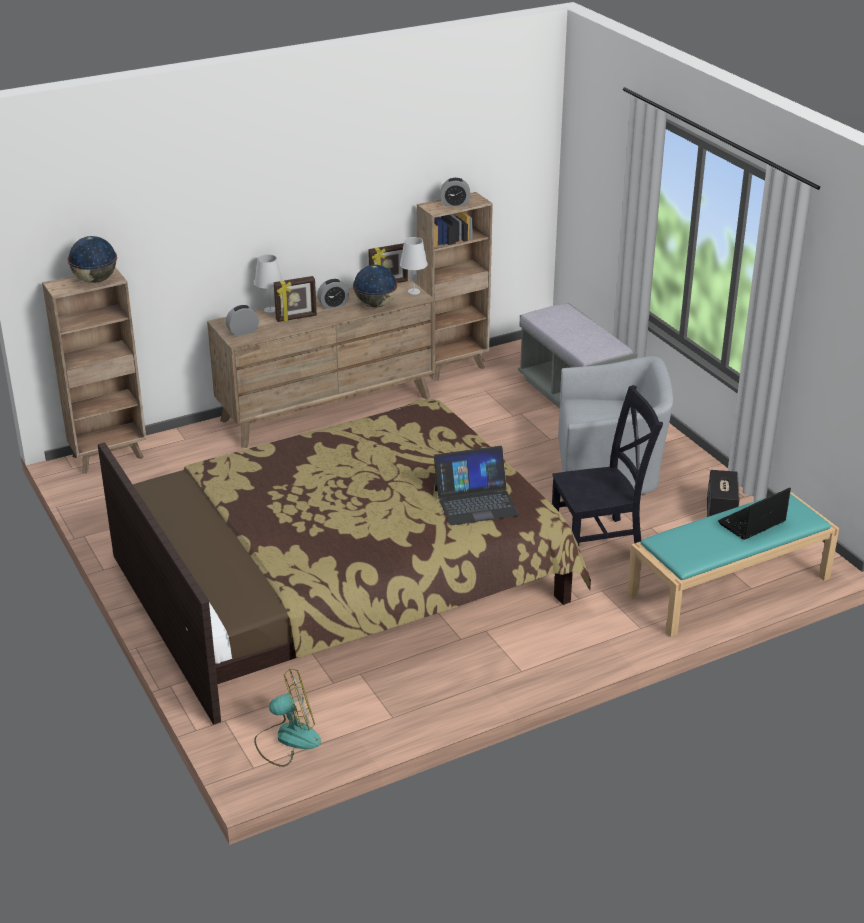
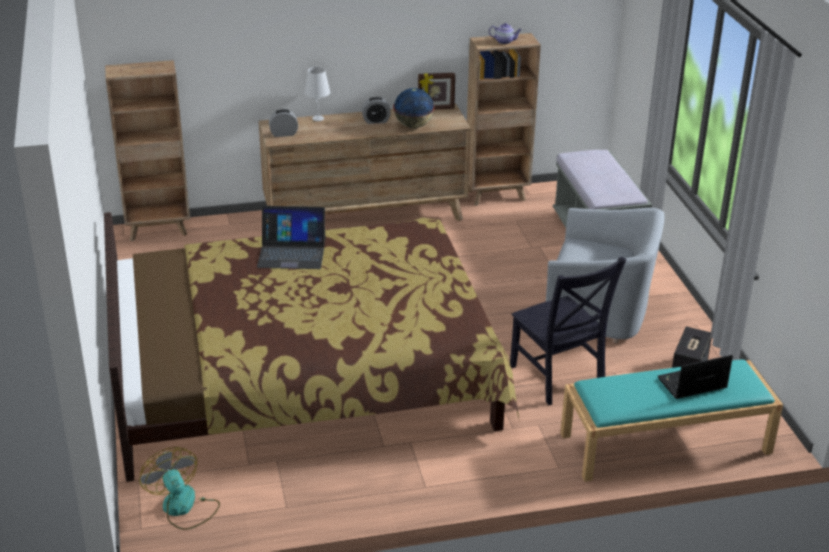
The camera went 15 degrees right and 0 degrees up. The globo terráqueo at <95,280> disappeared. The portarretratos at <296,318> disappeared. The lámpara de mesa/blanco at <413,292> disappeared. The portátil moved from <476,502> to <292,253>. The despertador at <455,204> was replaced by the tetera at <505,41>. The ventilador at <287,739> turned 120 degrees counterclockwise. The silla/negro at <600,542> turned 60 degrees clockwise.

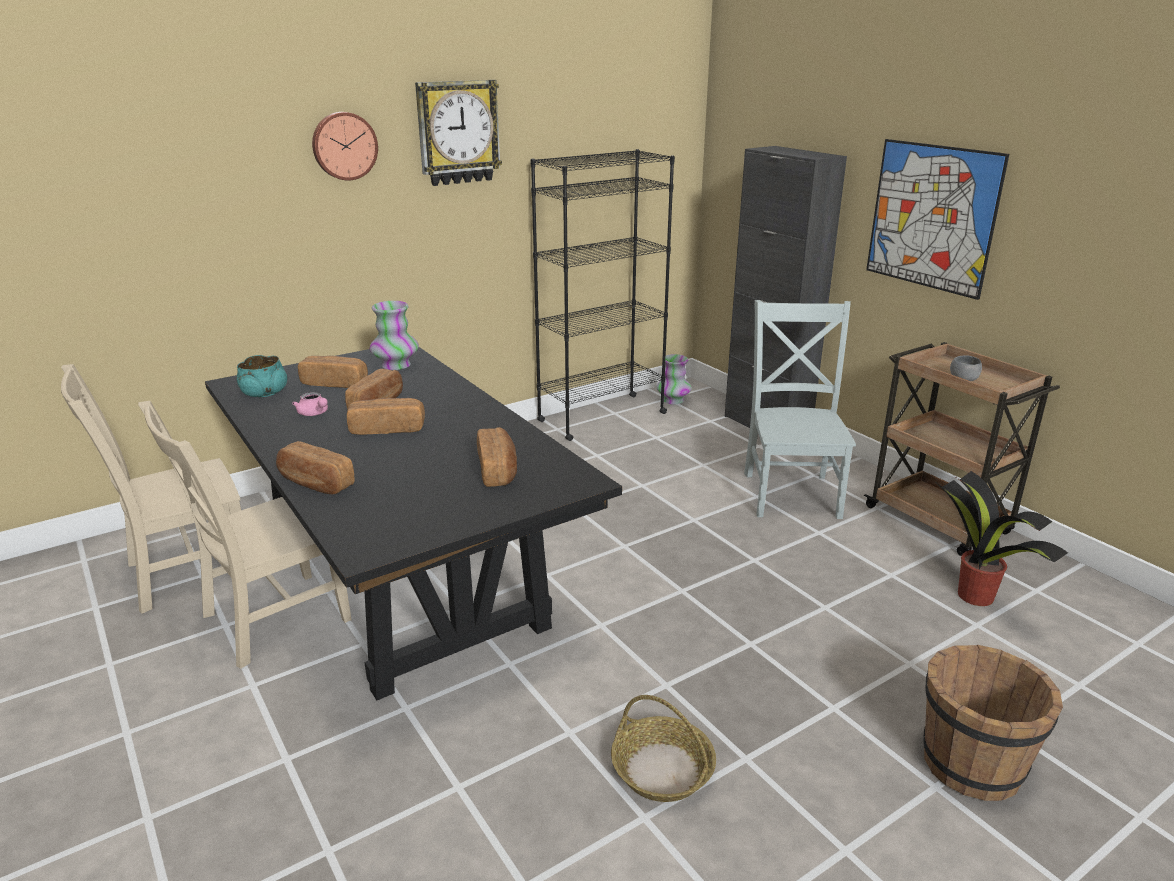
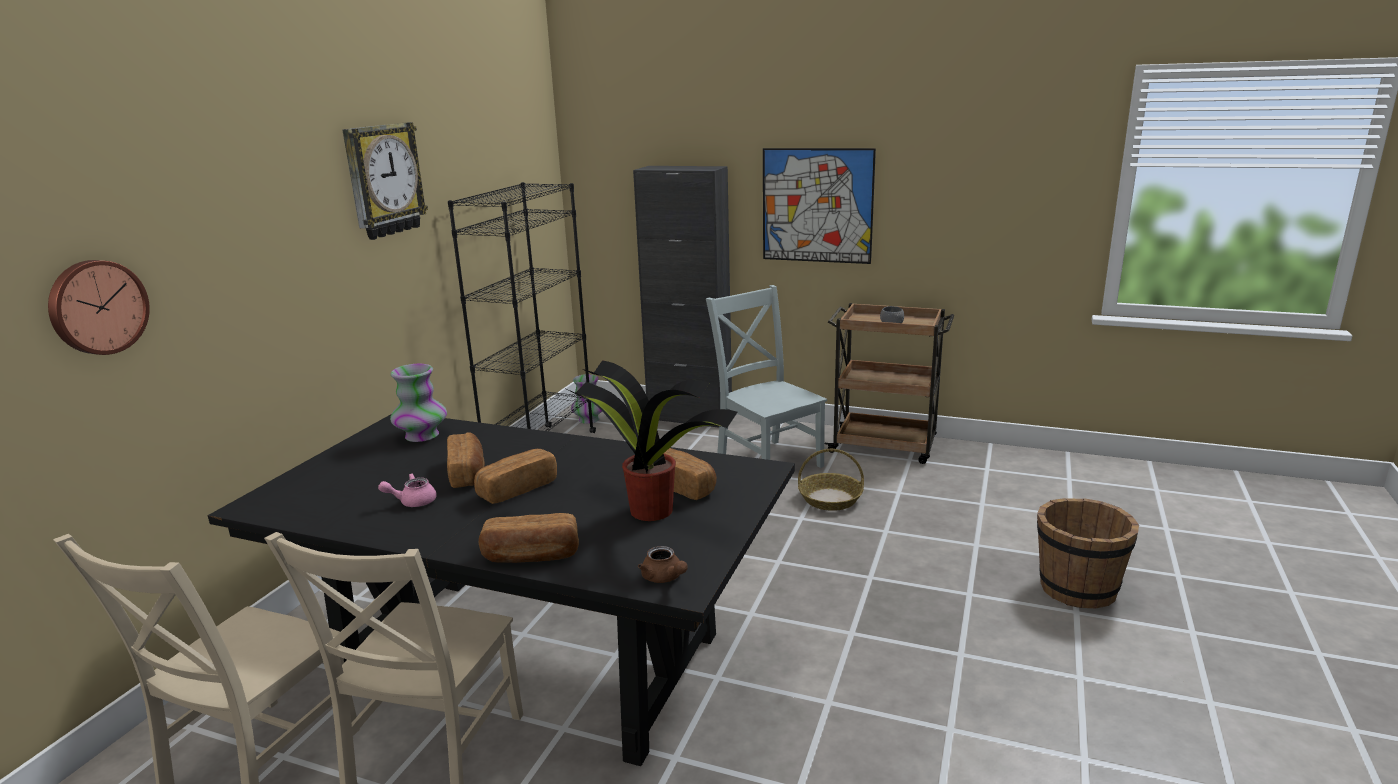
The camera went 35 degrees left and 5 degrees down. The cuenco/turquesa at <264,393> disappeared. The pan at <335,383> disappeared. The tetera/marrón at <664,578> appeared. The reloj de pared moved from <344,146> to <97,307>. The cesta moved from <661,770> to <829,499>. The planta en maceta moved from <974,594> to <649,509>. The tetera/rosa at <314,414> turned 150 degrees clockwise.

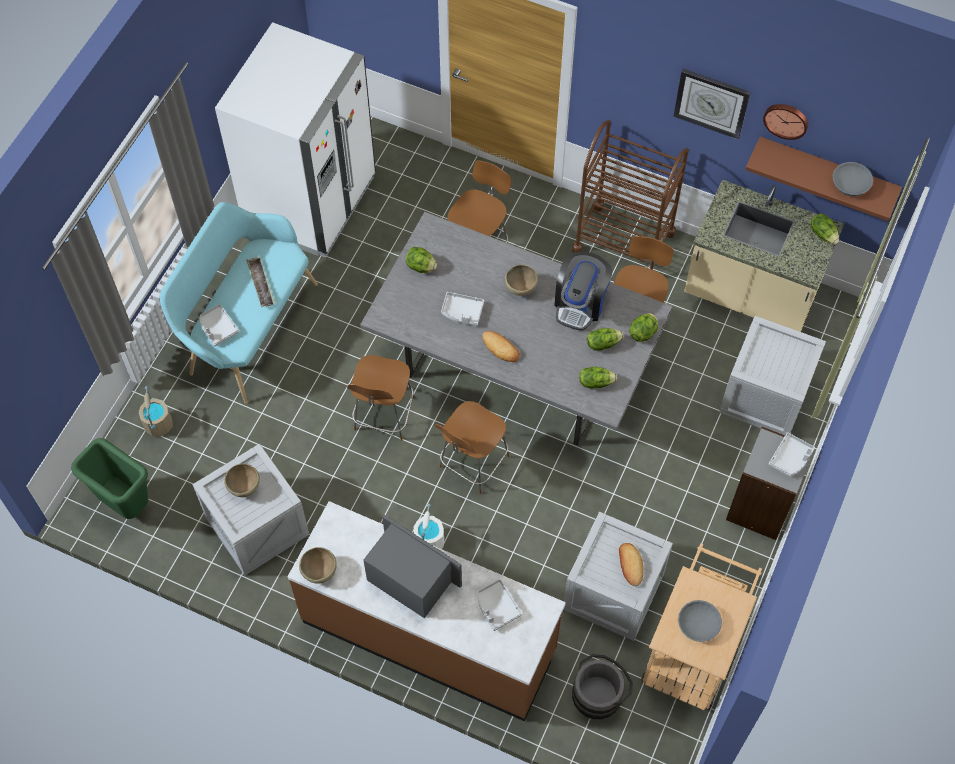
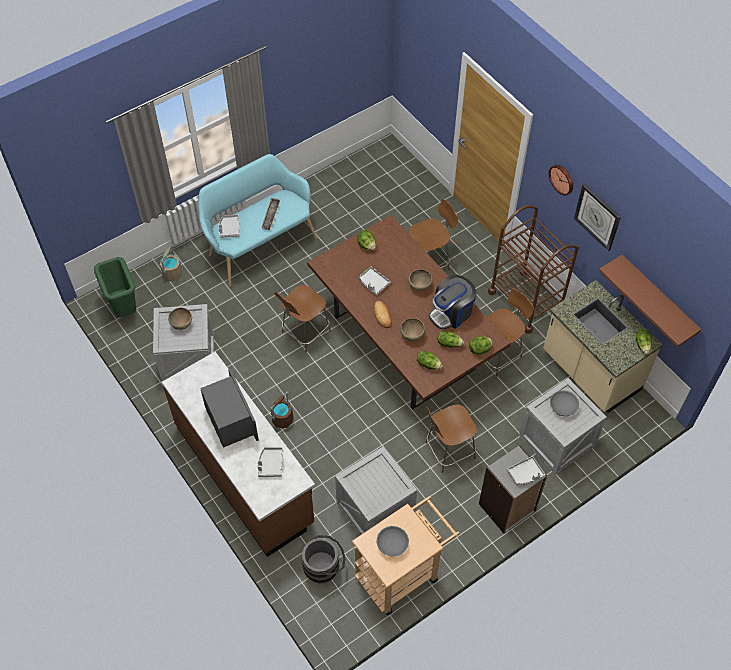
The camera went 30 degrees right and 5 degrees down. The nevera/blanco at <310,202> disappeared. The pan at <630,565> disappeared. The cuenco/marrón moved from <319,571> to <412,335>. The taburete/marrón moved from <472,463> to <448,451>. The reloj de pared moved from <786,120> to <562,179>. The cuenco/gris moved from <850,184> to <563,406>. The mesa de comedor/gris at <515,368> became the mesa de comedor/marrón at <404,344>. The cubo/blanco at <429,540> became the cubo/marrón at <282,419>.

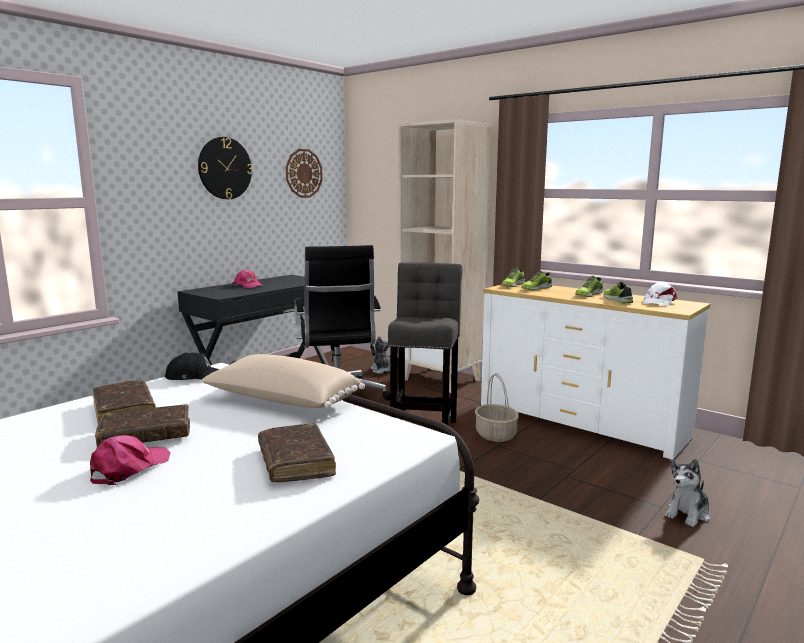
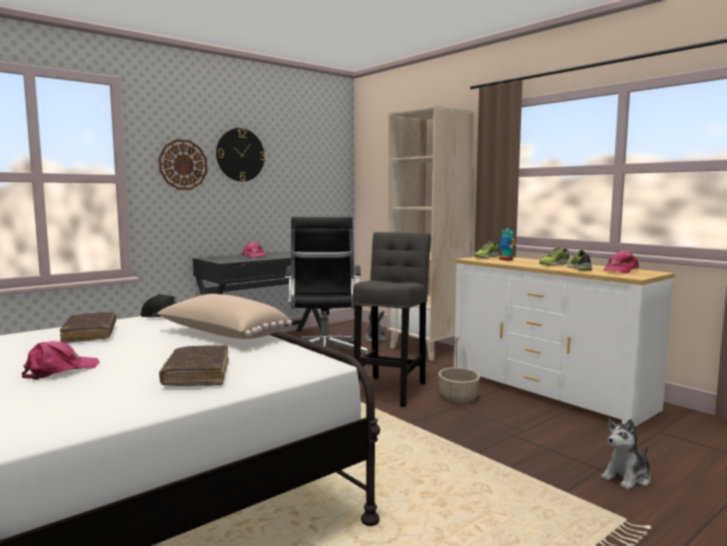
The camera went 10 degrees right and 5 degrees down. The libro/marrón at <146,435> disappeared. The reloj de pared moved from <303,173> to <183,164>. The zapato at <536,288> was replaced by the robot de juguete at <506,259>. The gorra/blanco at <658,302> became the gorra/rosa at <620,270>.

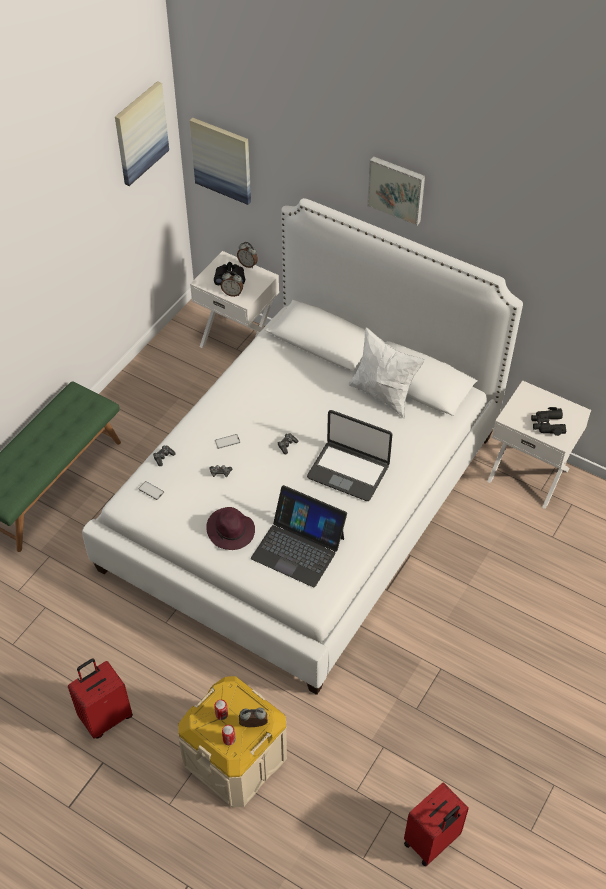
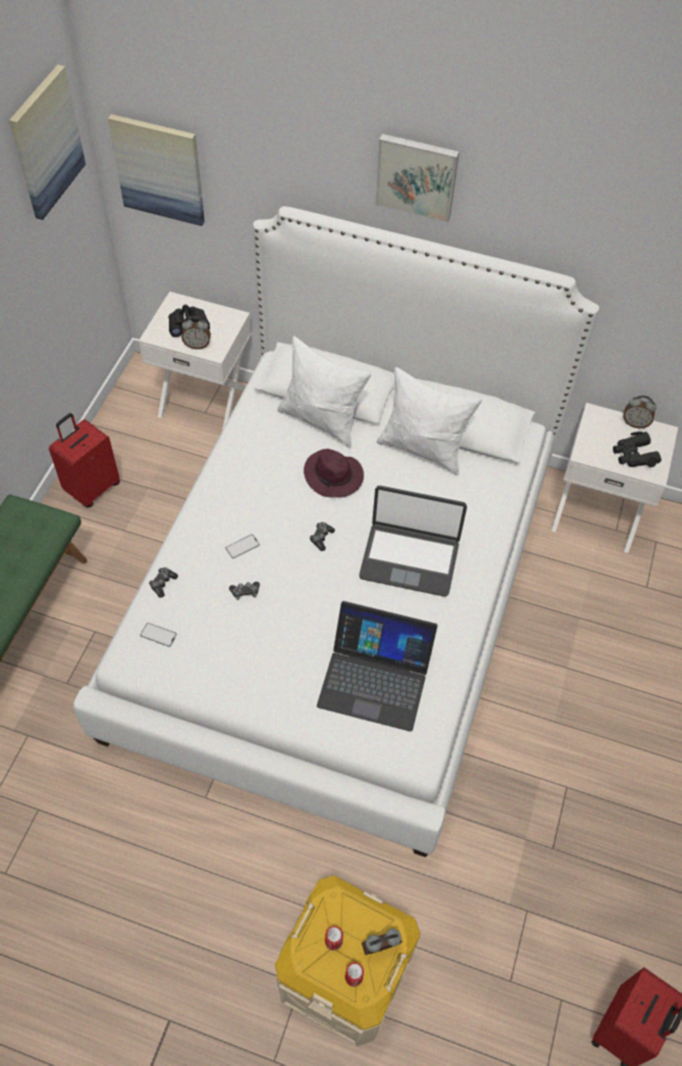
The camera went 15 degrees left and 5 degrees up. The cojín/blanco at <321,420> appeared. The maleta/rojo moved from <106,717> to <92,488>. The sombrero/morado moved from <231,531> to <334,476>. The despertador moved from <248,264> to <635,423>.

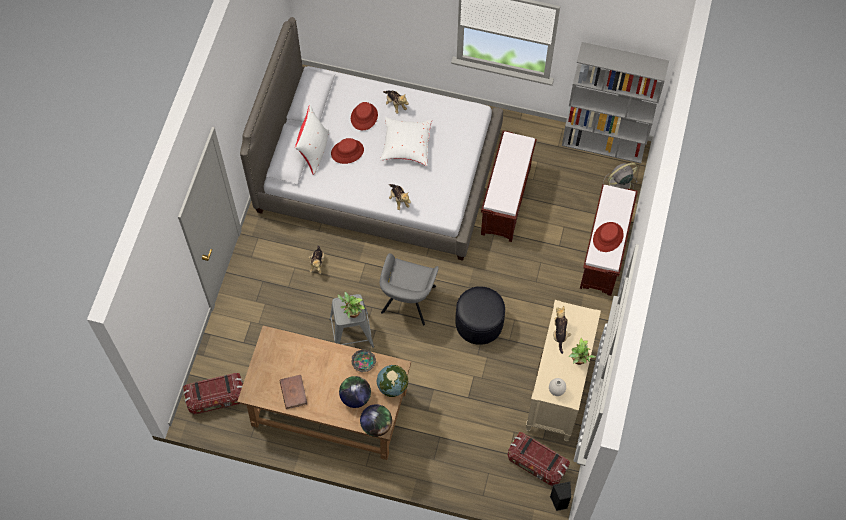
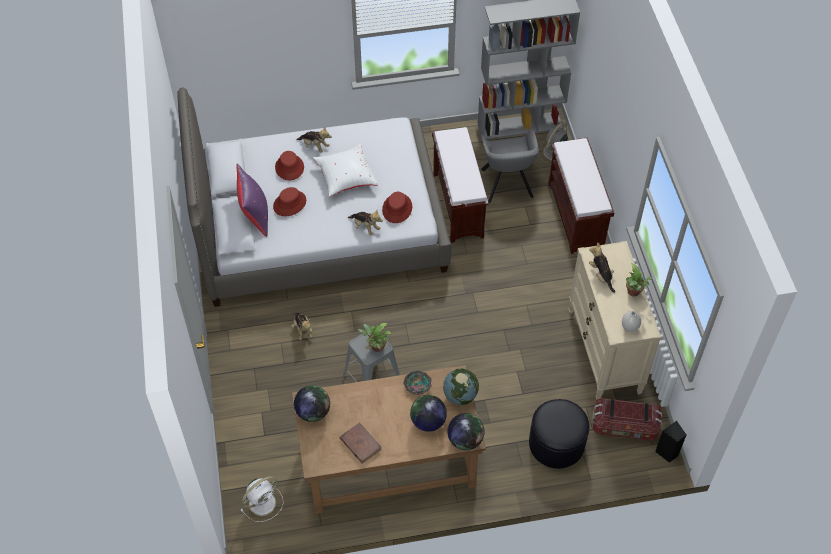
The camera went 25 degrees left and 10 degrees down. The globo terráqueo at <313,412> appeared. The sillón/gris moved from <407,302> to <506,185>. The puf/negro moved from <479,323> to <556,444>. The sombrero/rojo moved from <608,237> to <397,208>. The caja de almacenaje at <216,398> was replaced by the ventilador/blanco at <263,502>. The cojín/blanco at <314,151> became the cojín/morado at <255,215>.

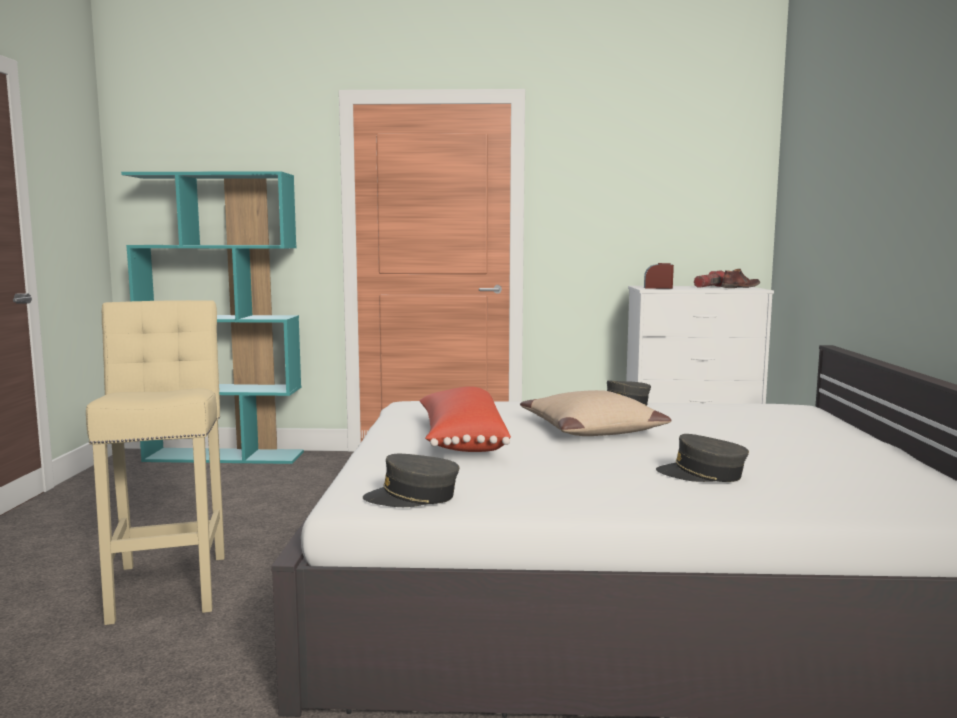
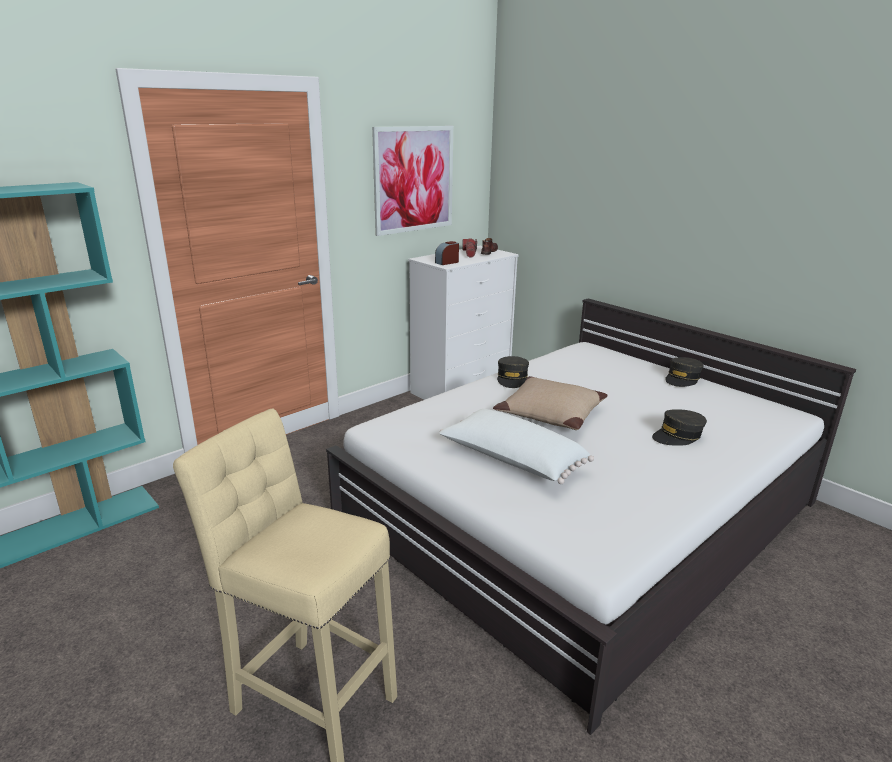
The camera went 45 degrees left and 15 degrees up. The cuadro at <414,179> appeared. The gorra/gris moved from <413,497> to <682,379>. The cojín/rojo at <461,441> became the cojín/blanco at <511,461>.

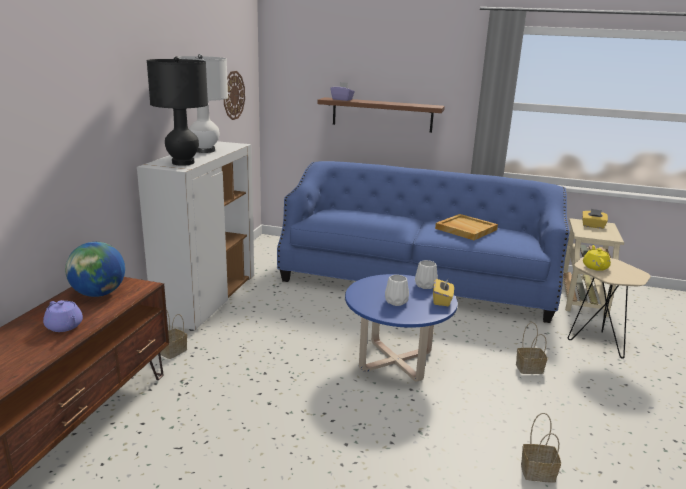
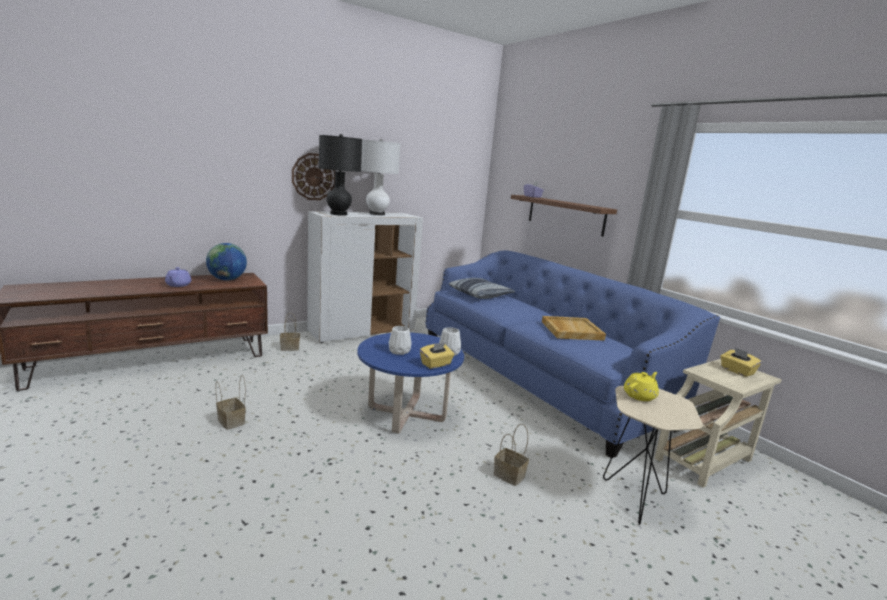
The camera went 40 degrees right and 5 degrees down. The cojín at <480,294> appeared. The reloj de pared moved from <233,95> to <314,177>. The cesta moved from <539,472> to <232,422>.

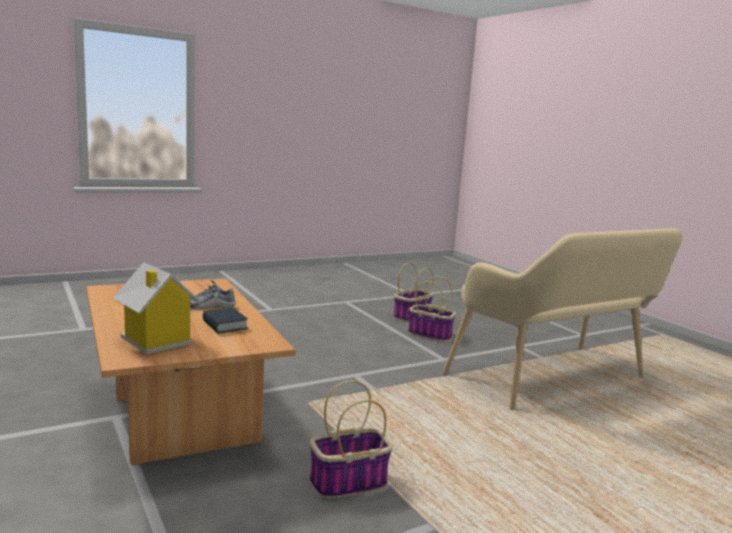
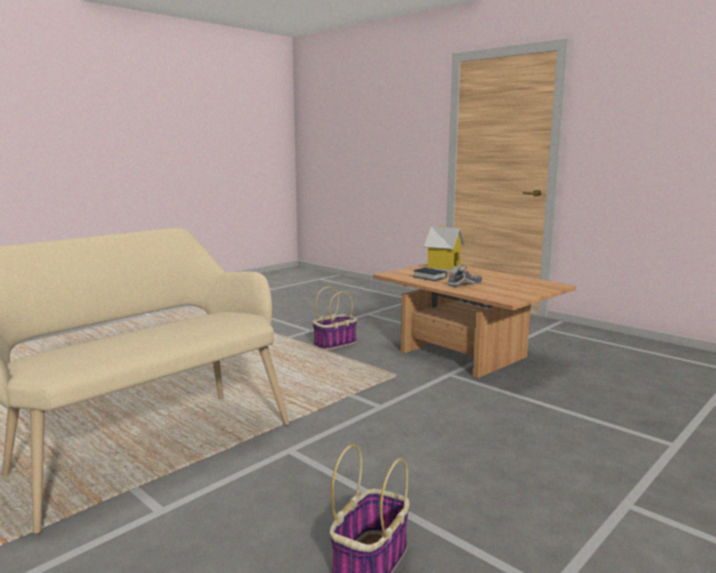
The camera went 165 degrees right and 0 degrees up. The cesta at <431,335> disappeared.

